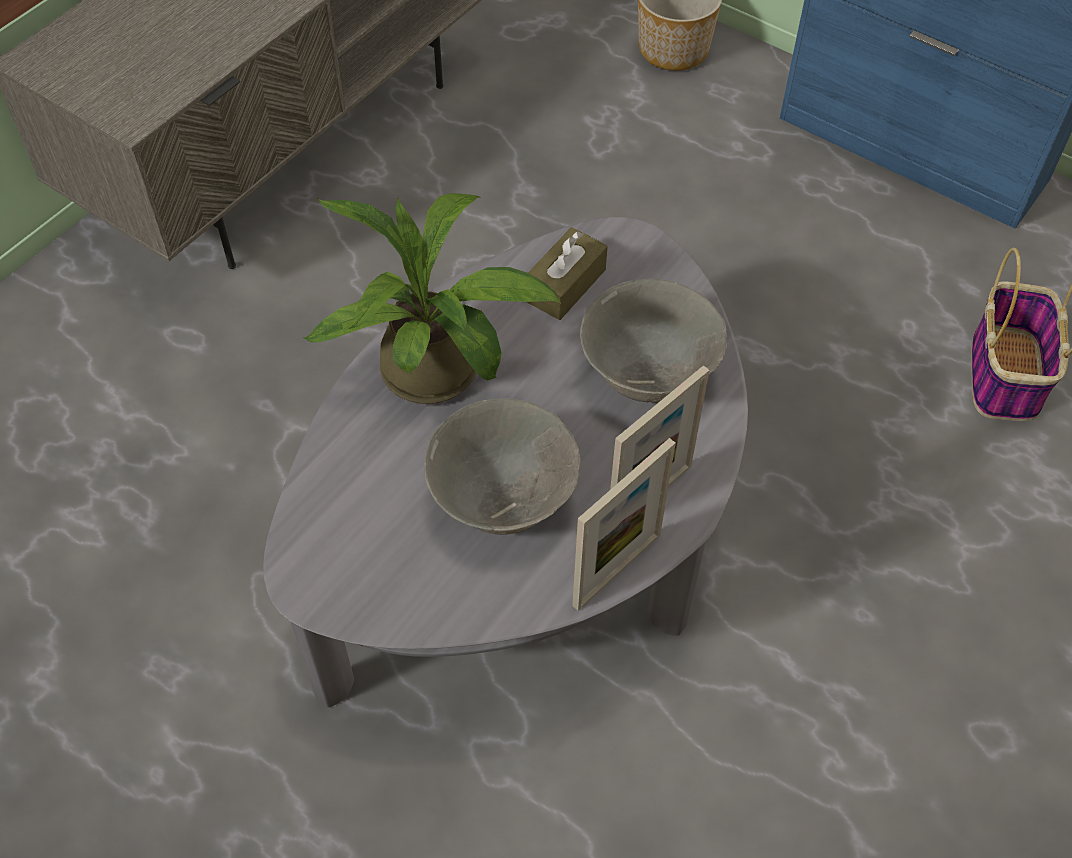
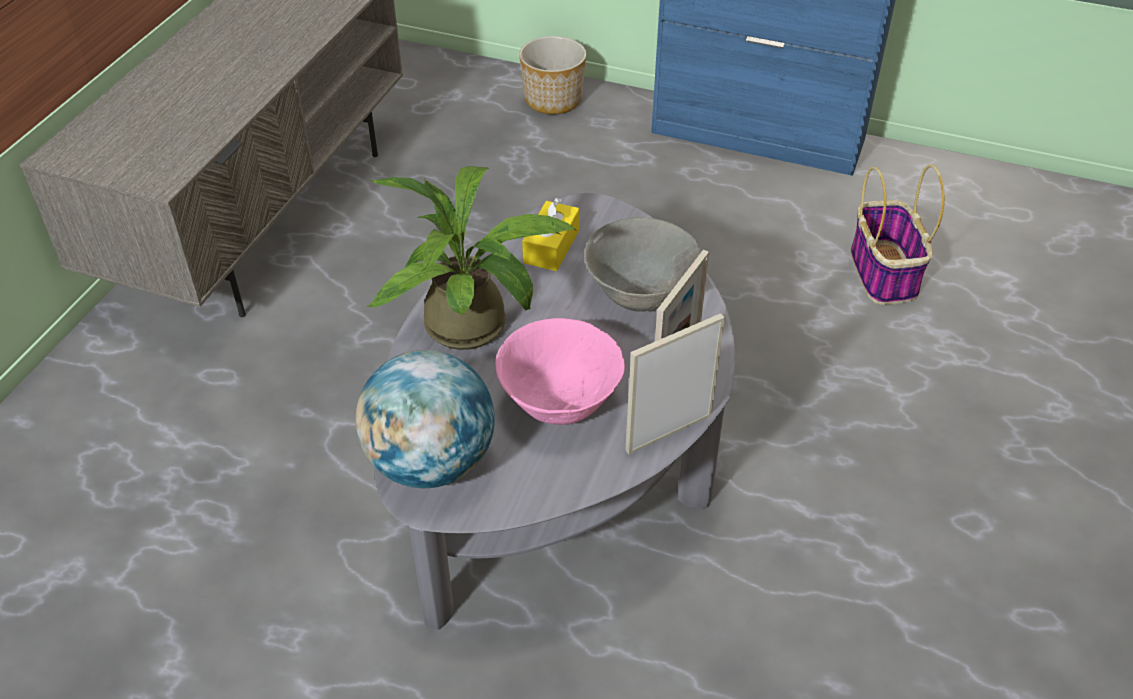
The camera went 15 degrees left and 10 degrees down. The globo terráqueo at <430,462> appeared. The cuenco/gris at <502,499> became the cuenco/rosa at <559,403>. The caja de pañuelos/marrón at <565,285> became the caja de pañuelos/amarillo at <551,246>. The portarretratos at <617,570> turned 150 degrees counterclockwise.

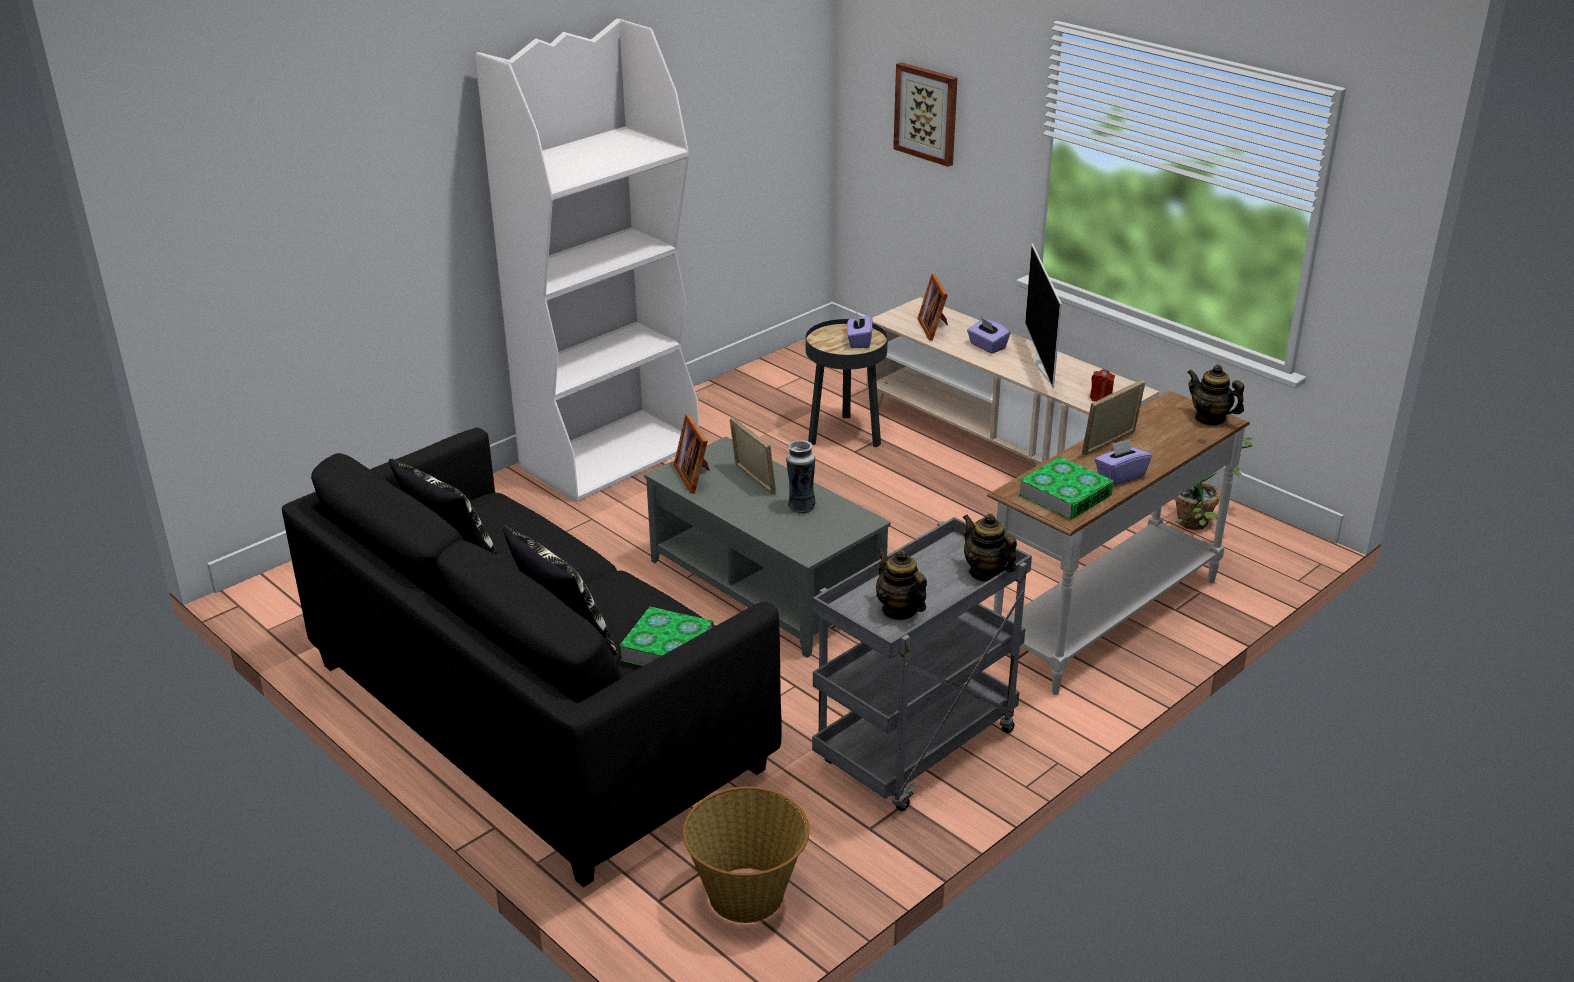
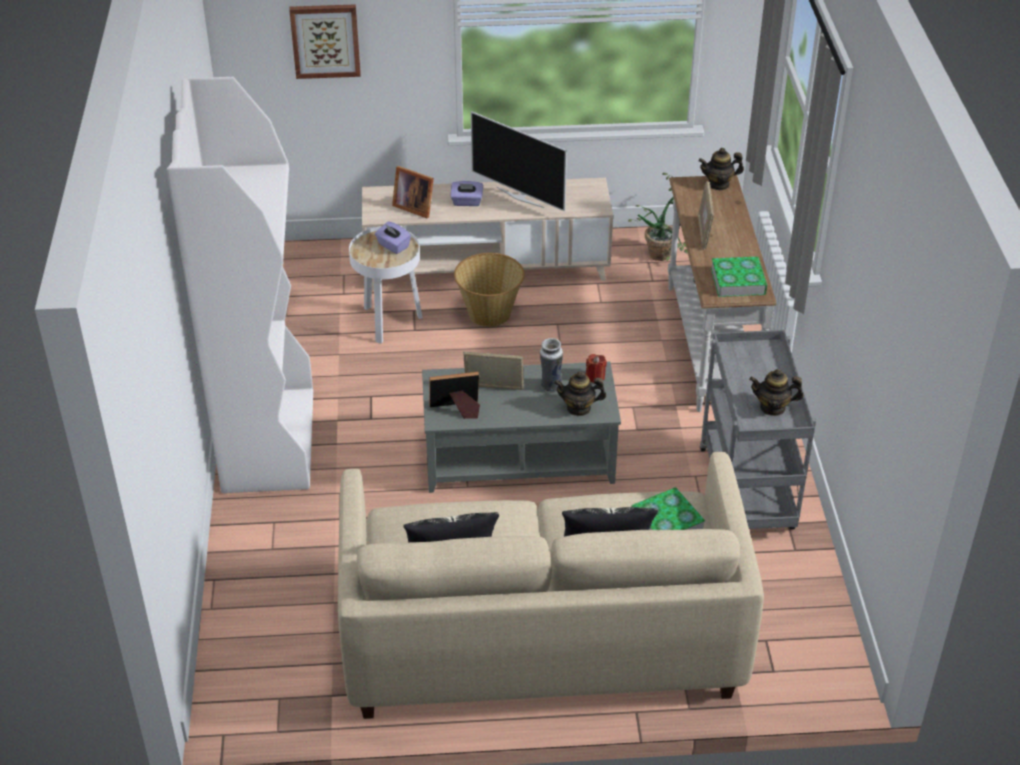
The camera went 50 degrees left and 10 degrees up. The caja de pañuelos/morado at <1120,476> disappeared. The cesta moved from <747,894> to <489,313>. The tetera moved from <986,572> to <579,408>. The vela/rojo moved from <1100,398> to <595,377>. The sofá/negro at <535,716> became the sofá/beis at <541,637>. The mesa auxiliar/negro at <845,434> became the mesa auxiliar/blanco at <388,321>. The portarretratos at <695,476> turned 150 degrees clockwise.

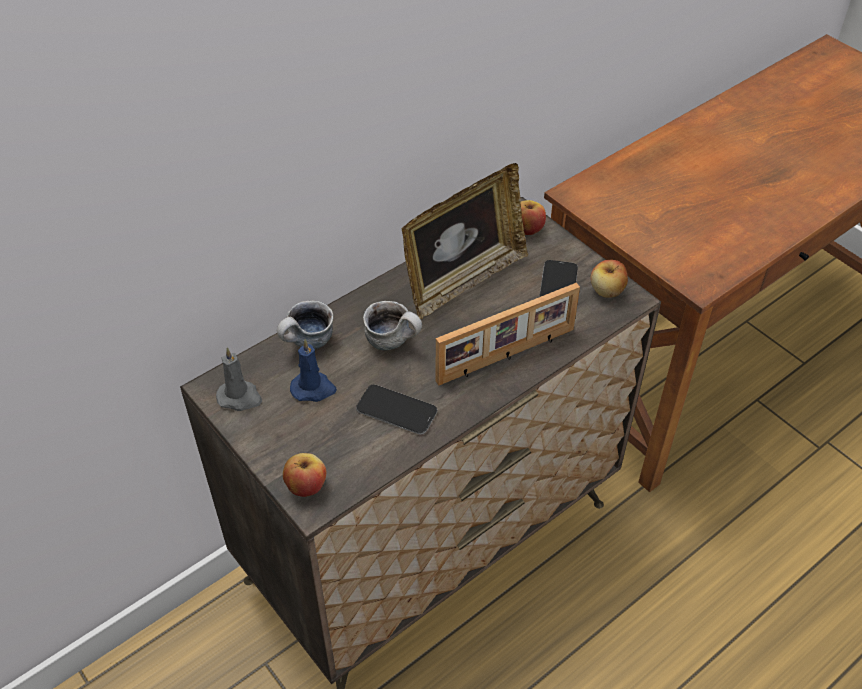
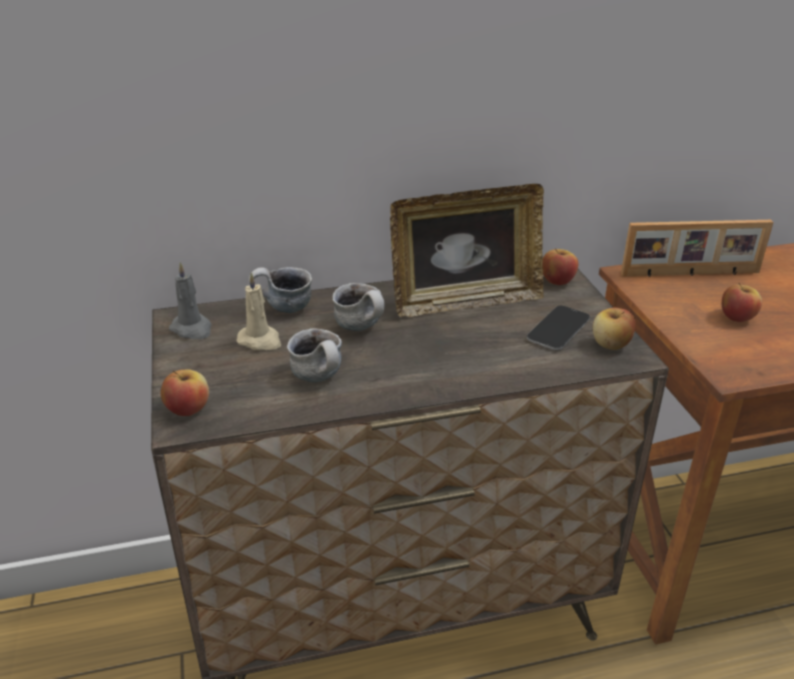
The camera went 25 degrees right and 15 degrees down. The manzana at <736,317> appeared. The portarretratos moved from <507,356> to <690,274>. The móvil at <396,410> was replaced by the taza grande at <321,378>. The vela/azul at <313,389> became the vela/beis at <260,341>.

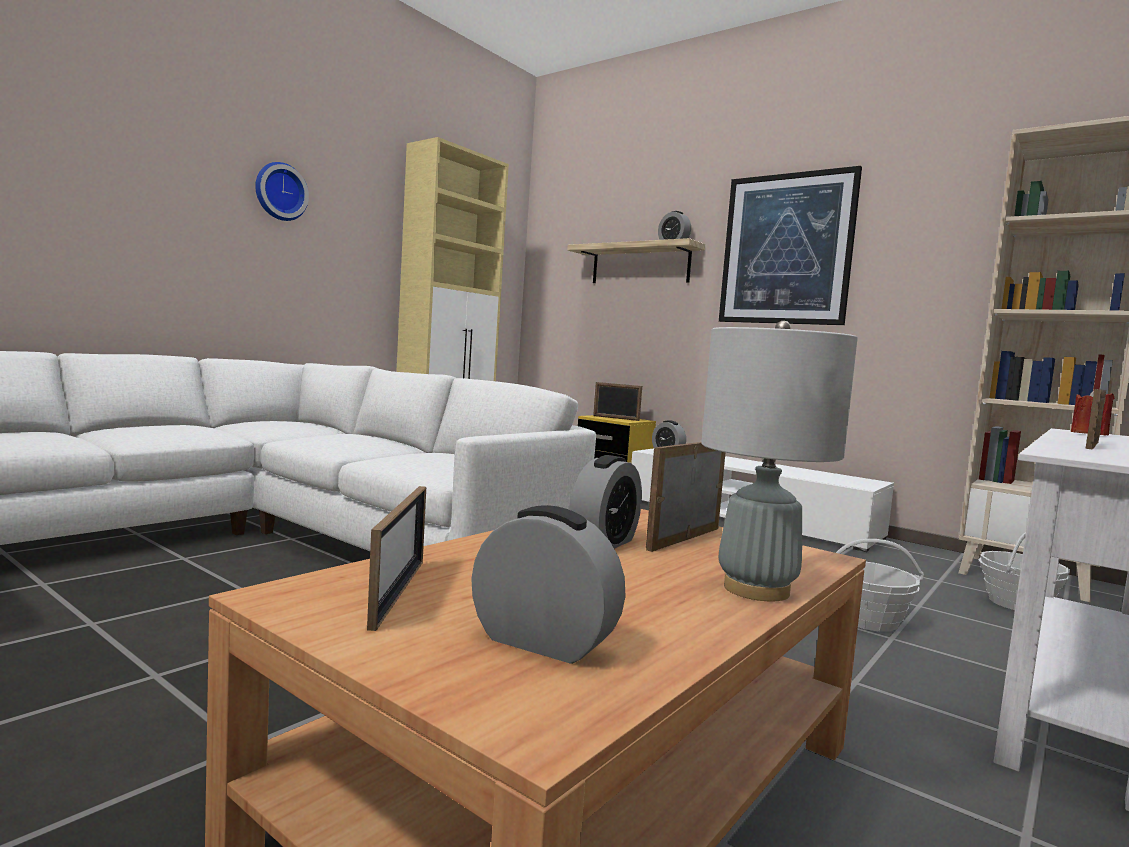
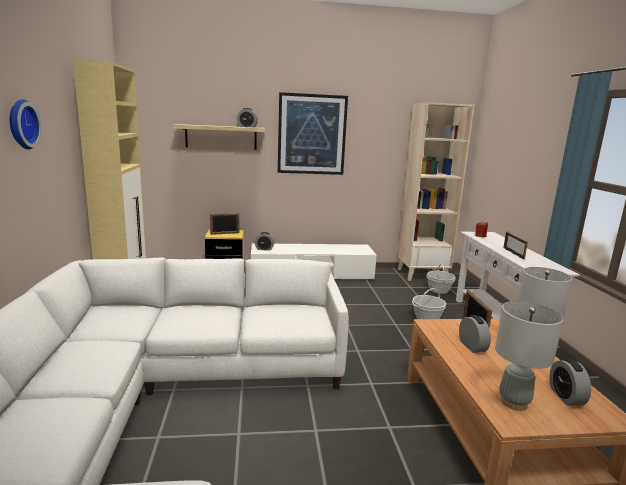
The camera went 45 degrees left and 10 degrees up. The portarretratos at <398,592> was replaced by the lámpara de mesa/gris at <513,402>. The despertador at <543,642> turned 75 degrees counterclockwise.

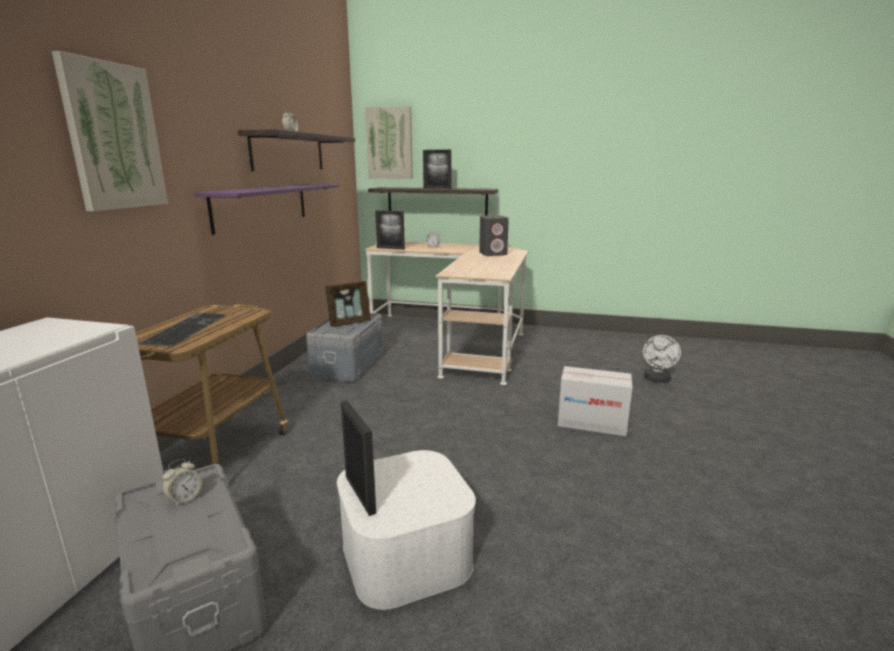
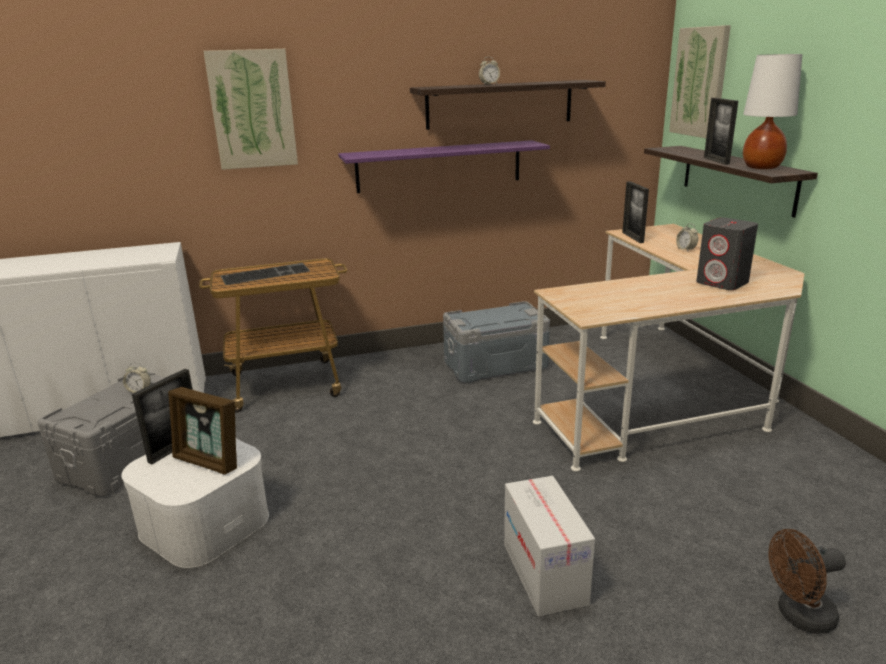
The camera went 60 degrees right and 5 degrees up. The lámpara de mesa/blanco at <762,167> appeared. The portarretratos moved from <349,323> to <209,461>. The ventilador/blanco at <657,380> became the ventilador/marrón at <798,616>.

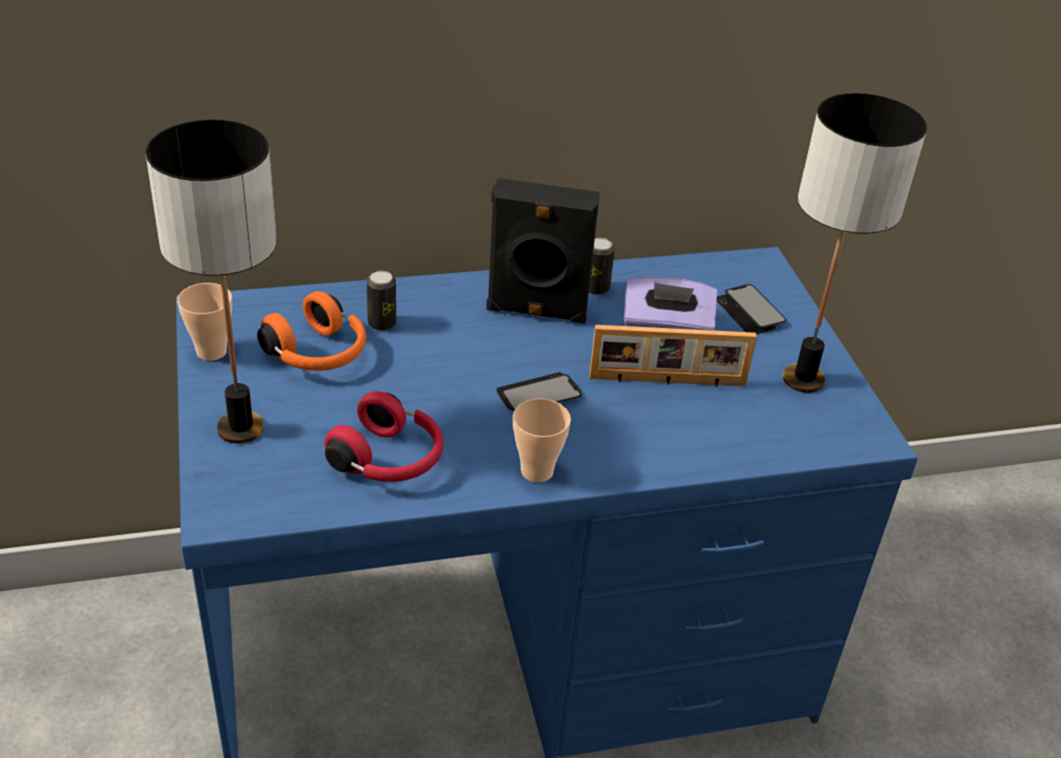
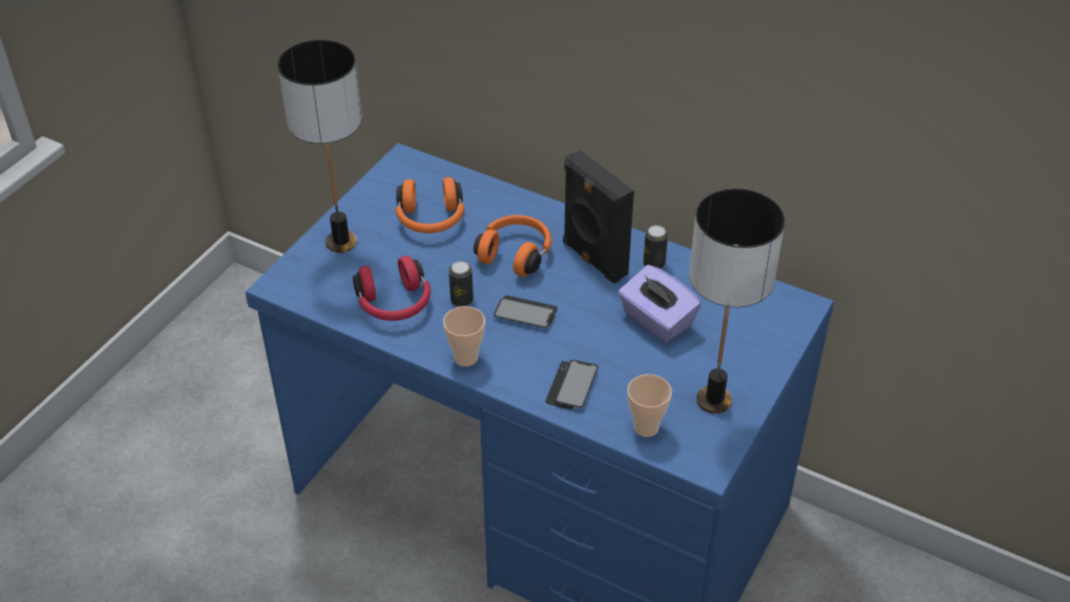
The camera went 45 degrees right and 5 degrees up. The portarretratos at <667,382> disappeared. The auriculares/naranja at <516,254> appeared. The taza moved from <211,351> to <646,427>. The lata moved from <382,323> to <462,300>. The móvil moved from <749,312> to <571,386>.

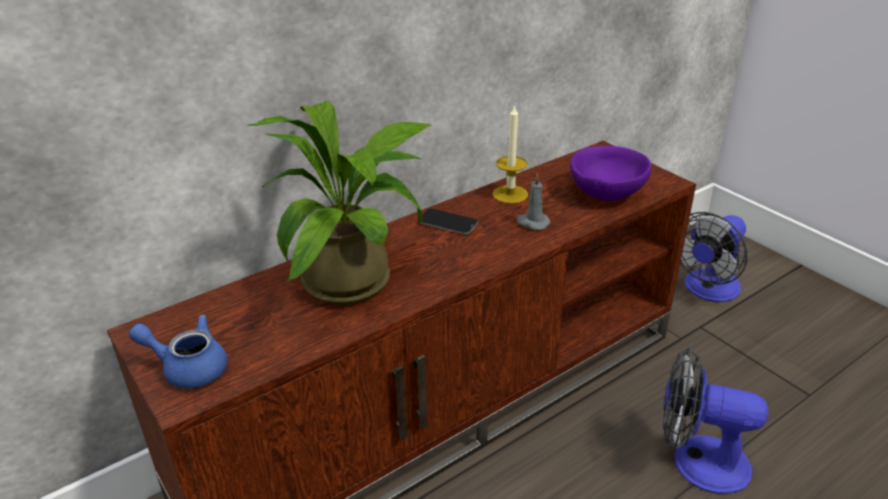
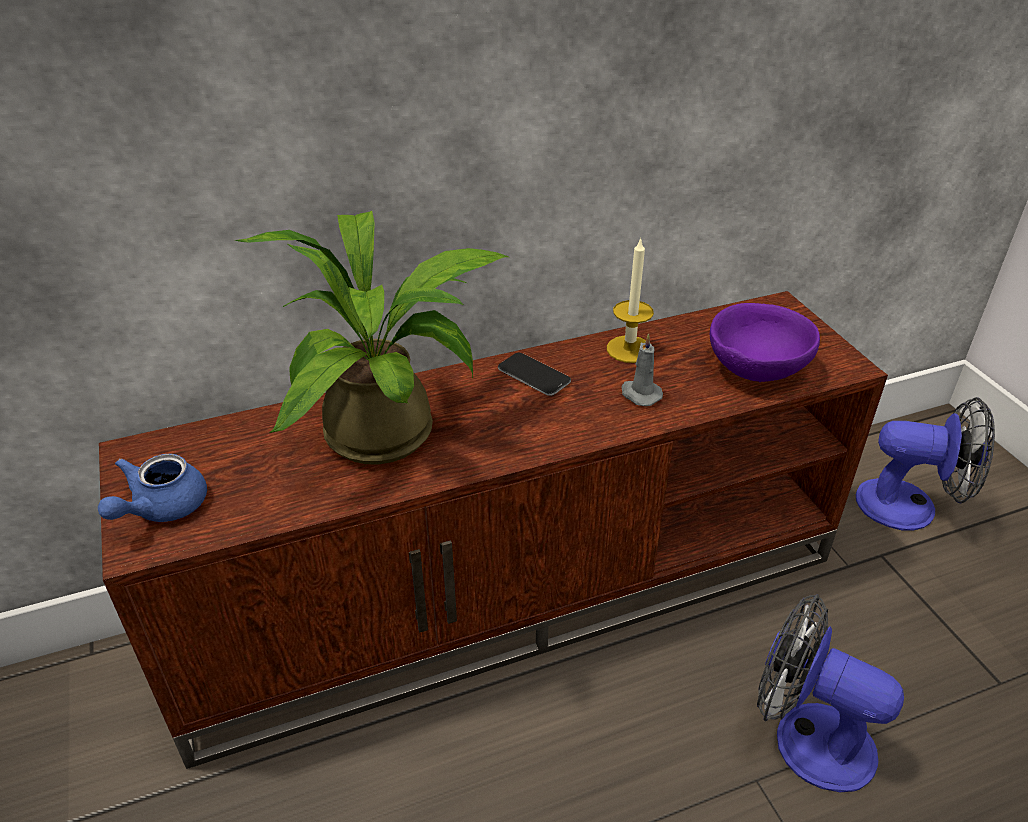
The camera went 15 degrees right and 5 degrees up. The tetera/azul at <188,367> turned 90 degrees counterclockwise. The ventilador at <707,290> turned 135 degrees counterclockwise.

